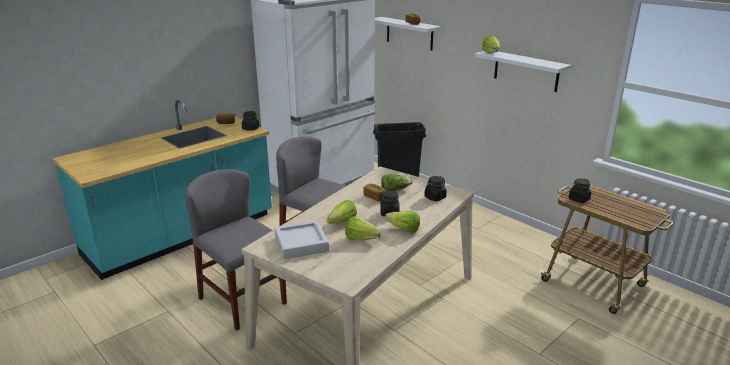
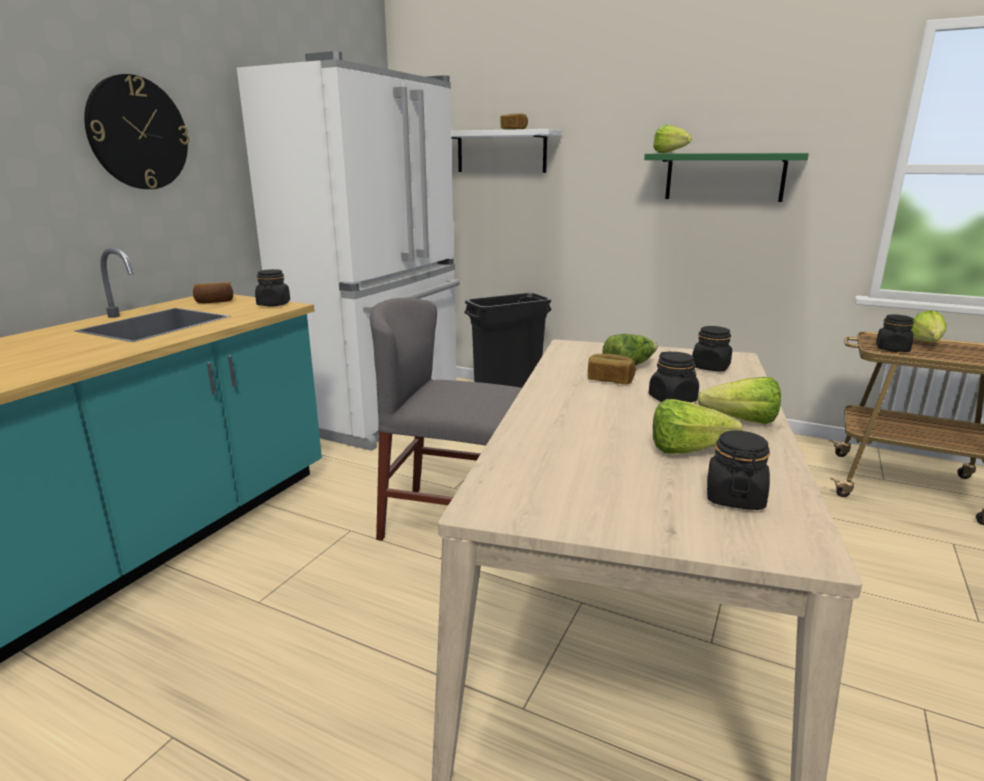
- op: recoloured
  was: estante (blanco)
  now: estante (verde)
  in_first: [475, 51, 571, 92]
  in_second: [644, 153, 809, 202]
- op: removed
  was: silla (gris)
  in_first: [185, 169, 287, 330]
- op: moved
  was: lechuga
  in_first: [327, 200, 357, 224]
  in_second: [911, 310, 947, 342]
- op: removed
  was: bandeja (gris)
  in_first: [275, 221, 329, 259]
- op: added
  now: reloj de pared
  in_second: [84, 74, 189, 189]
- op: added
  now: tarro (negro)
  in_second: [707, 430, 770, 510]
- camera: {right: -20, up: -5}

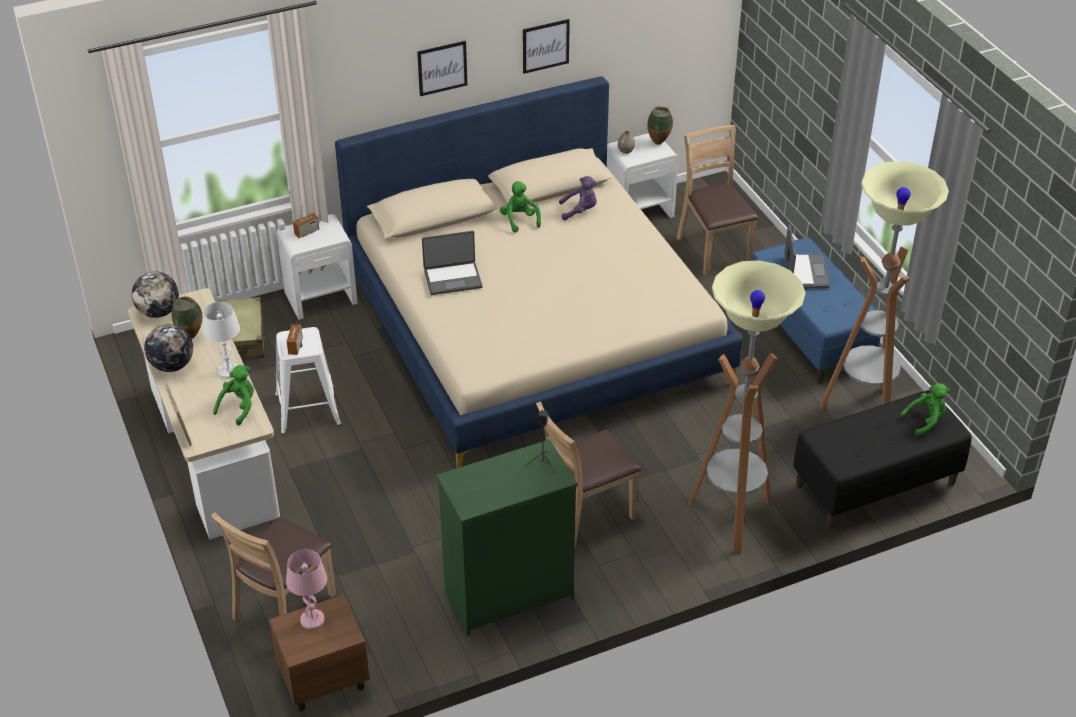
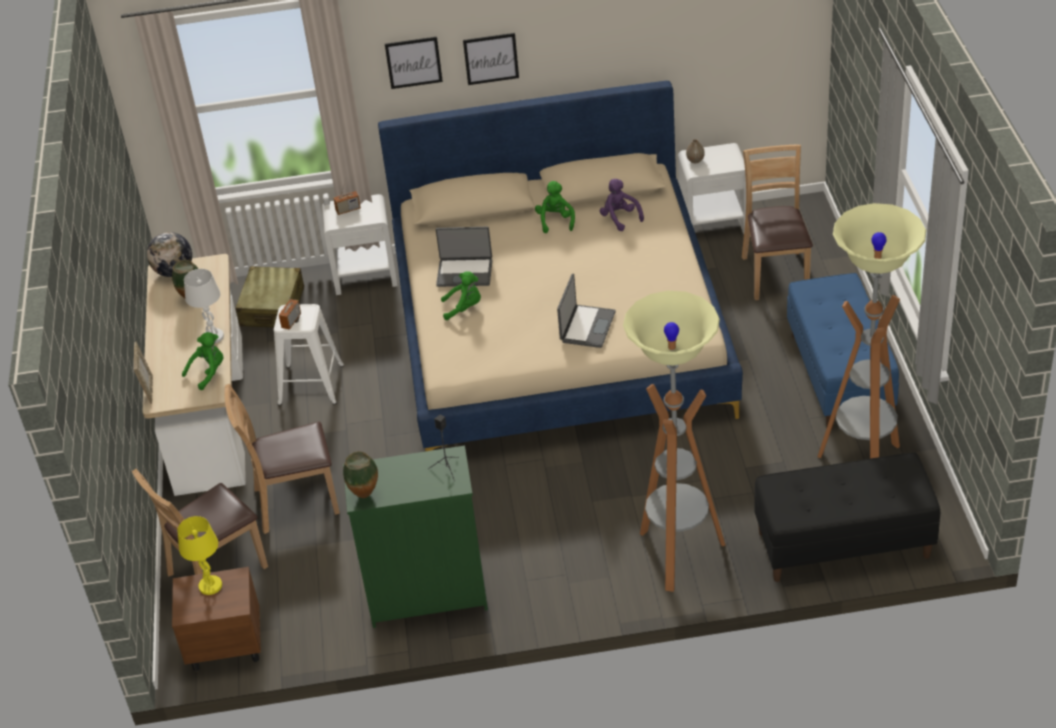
- op: moved
  was: cuadro
  in_first: [523, 19, 570, 74]
  in_second: [385, 37, 443, 89]
- op: moved
  was: florero
  in_first: [647, 106, 673, 145]
  in_second: [343, 451, 378, 498]
- op: turned
  was: peluche (morado)
  in_first: [559, 176, 597, 220]
  in_second: [600, 179, 644, 231]
  clockwise: -135
- op: moved
  was: portátil
  in_first: [784, 224, 830, 288]
  in_second: [557, 274, 616, 348]
- op: removed
  was: globo terráqueo
  in_first: [144, 324, 193, 372]
- op: moved
  was: peluche (verde)
  in_first: [900, 383, 950, 436]
  in_second: [441, 271, 481, 320]
- op: moved
  was: silla (marrón)
  in_first: [536, 401, 641, 547]
  in_second: [224, 384, 340, 534]
- op: recoloured
  was: lámpara de mesa (rosa)
  now: lámpara de mesa (amarillo)
  in_first: [286, 549, 327, 630]
  in_second: [177, 516, 222, 595]
- camera: {right: 20, up: 0}

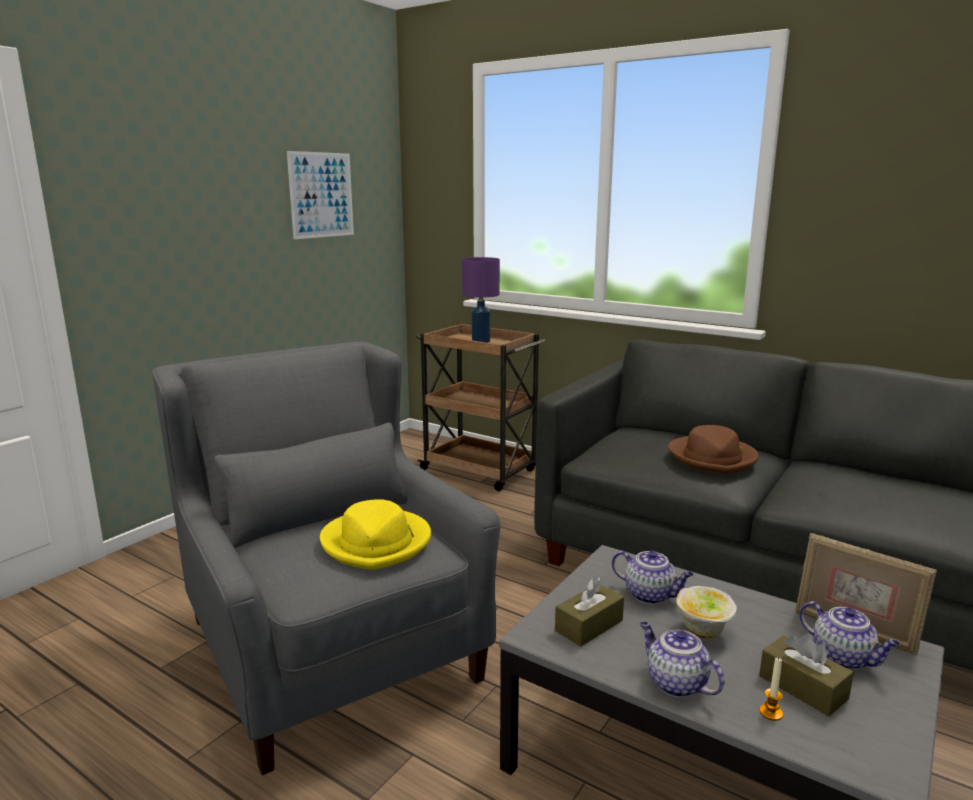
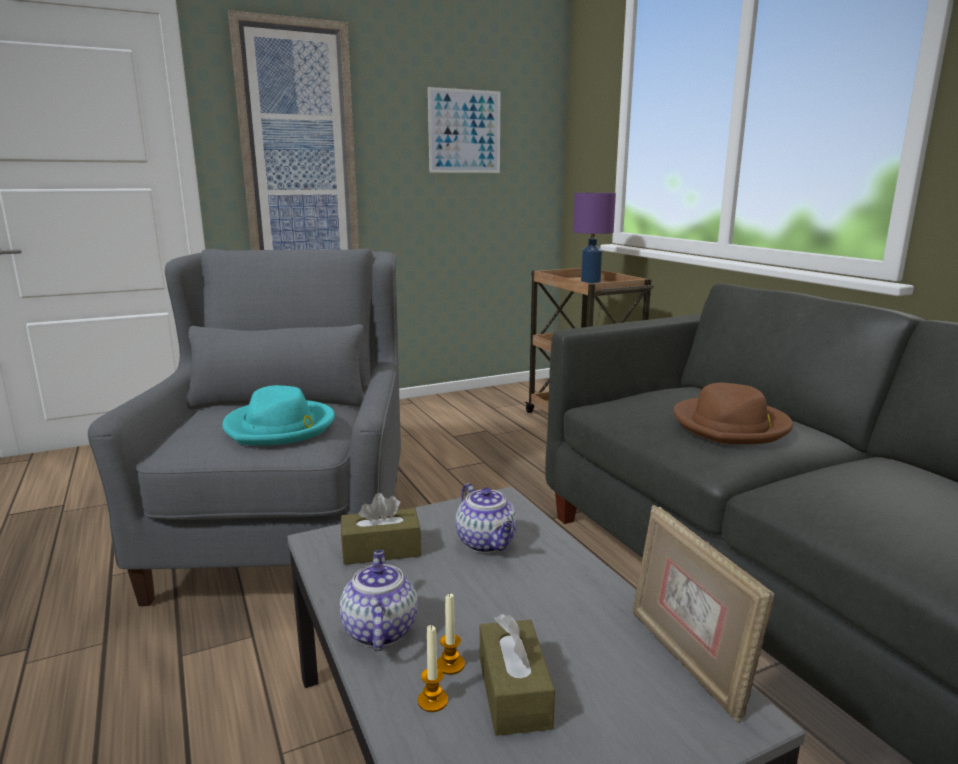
- op: recoloured
  was: sombrero (amarillo)
  now: sombrero (turquesa)
  in_first: [320, 499, 431, 570]
  in_second: [222, 385, 335, 445]
- op: removed
  was: cuenco
  in_first: [676, 586, 737, 638]
- op: removed
  was: tetera
  in_first: [799, 601, 900, 669]
- op: added
  now: cuadro
  in_second: [228, 10, 359, 250]
- op: added
  now: vela
  in_second: [437, 593, 465, 675]
- camera: {right: 30, up: 0}

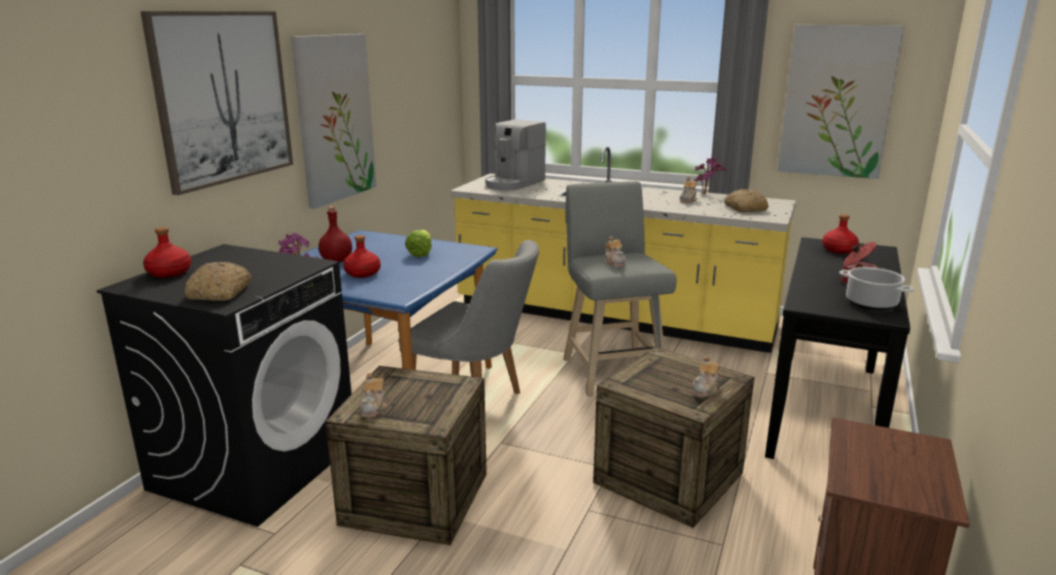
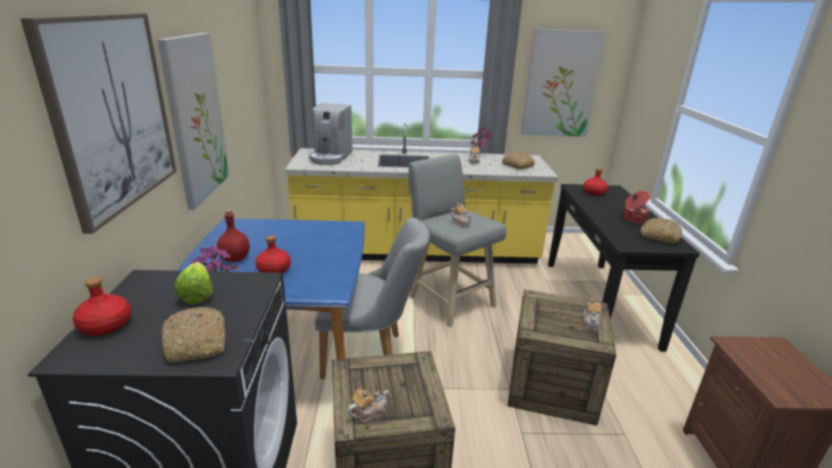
- op: moved
  was: lechuga
  in_first: [405, 230, 432, 257]
  in_second: [174, 262, 213, 304]
- op: replaced
  was: olla
  now: pan
  in_first: [839, 267, 914, 310]
  in_second: [640, 218, 682, 243]
- op: turned
  was: tetera
  in_first: [360, 373, 387, 418]
  in_second: [347, 389, 389, 423]
  clockwise: -105
- camera: {right: -25, up: 5}

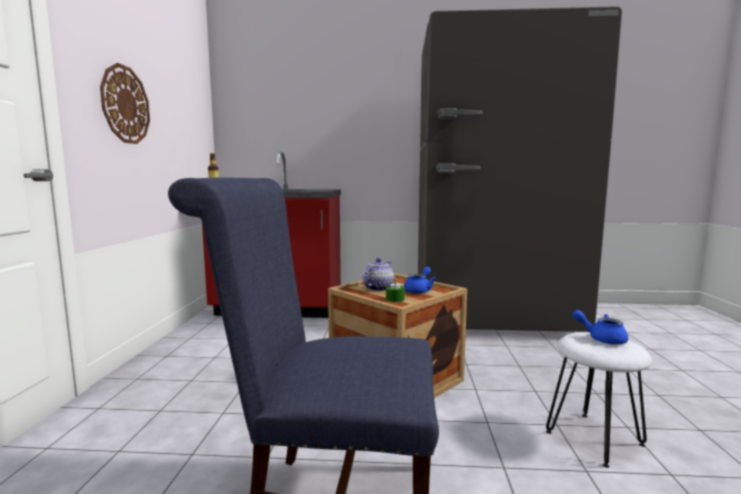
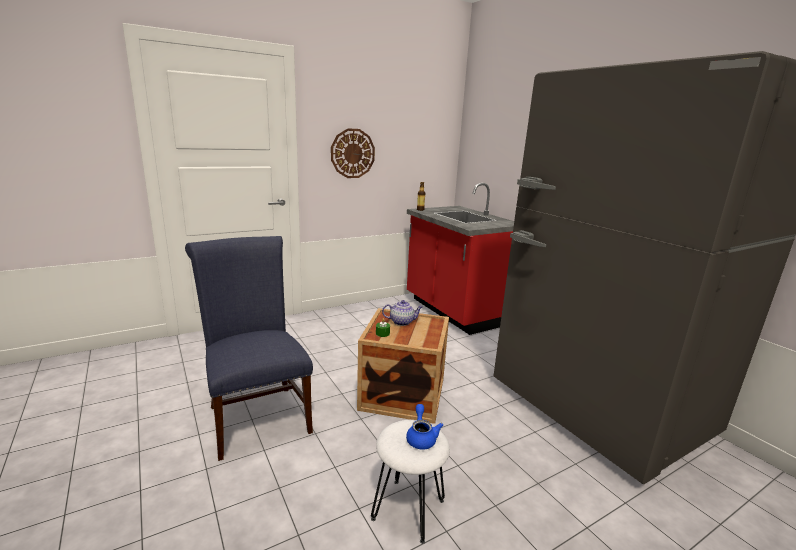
- op: removed
  was: tetera (azul)
  in_first: [404, 267, 436, 294]
- camera: {right: 55, up: 10}

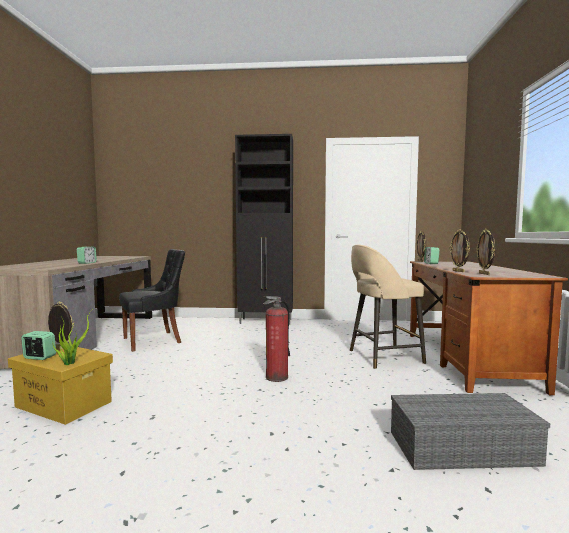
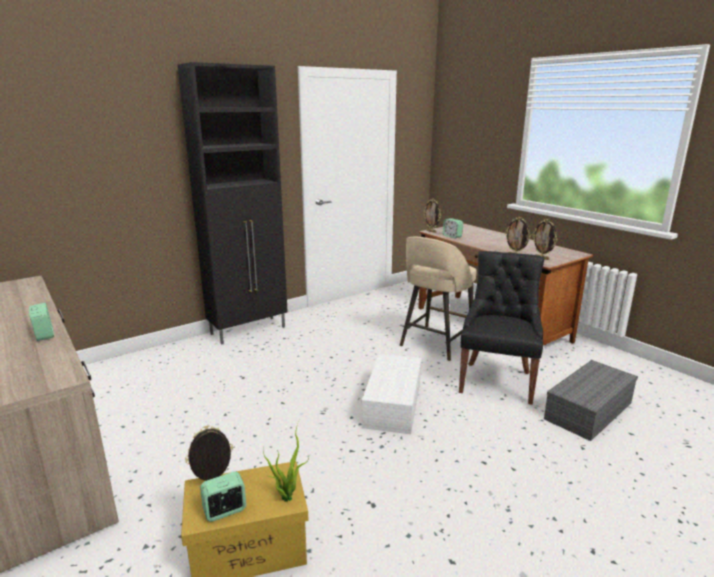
- op: moved
  was: silla (negro)
  in_first: [119, 249, 185, 352]
  in_second: [459, 251, 545, 405]
- op: replaced
  was: extintor
  now: caja de almacenaje (blanco)
  in_first: [263, 296, 290, 382]
  in_second: [362, 354, 422, 434]
- camera: {right: -40, up: 15}

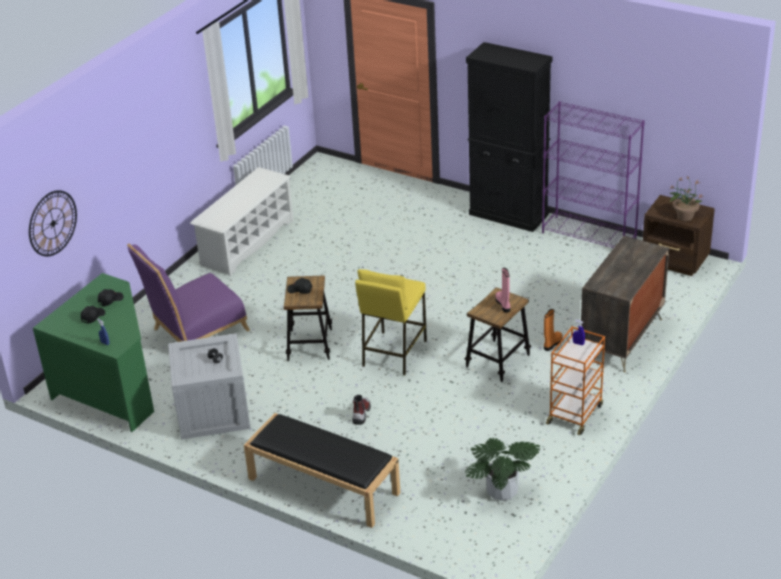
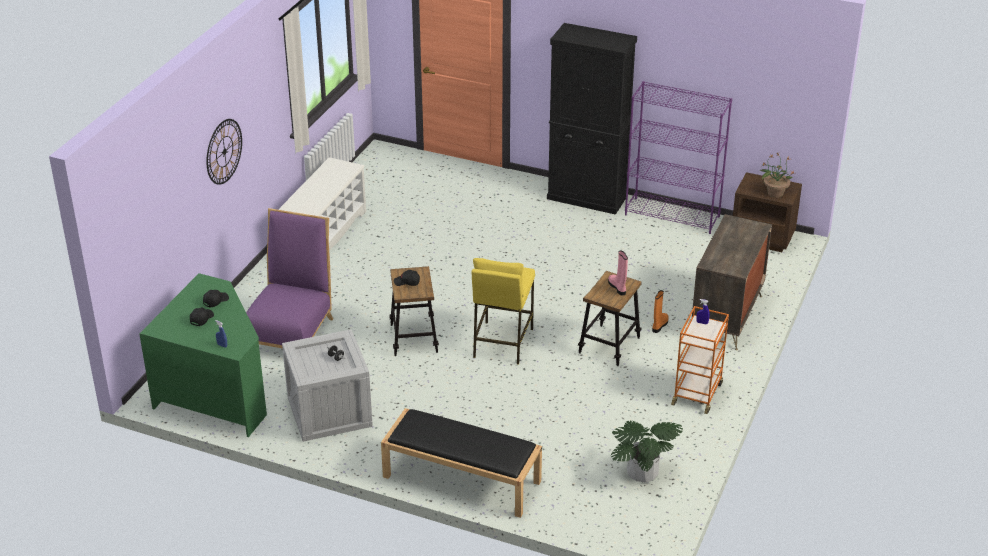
- op: moved
  was: reloj de pared
  in_first: [29, 190, 77, 256]
  in_second: [206, 119, 242, 185]
- op: turned
  was: silla (morado)
  in_first: [127, 244, 250, 342]
  in_second: [246, 208, 333, 349]
  clockwise: 150
- op: removed
  was: bota
  in_first: [352, 395, 371, 425]
- camera: {right: -10, up: 0}

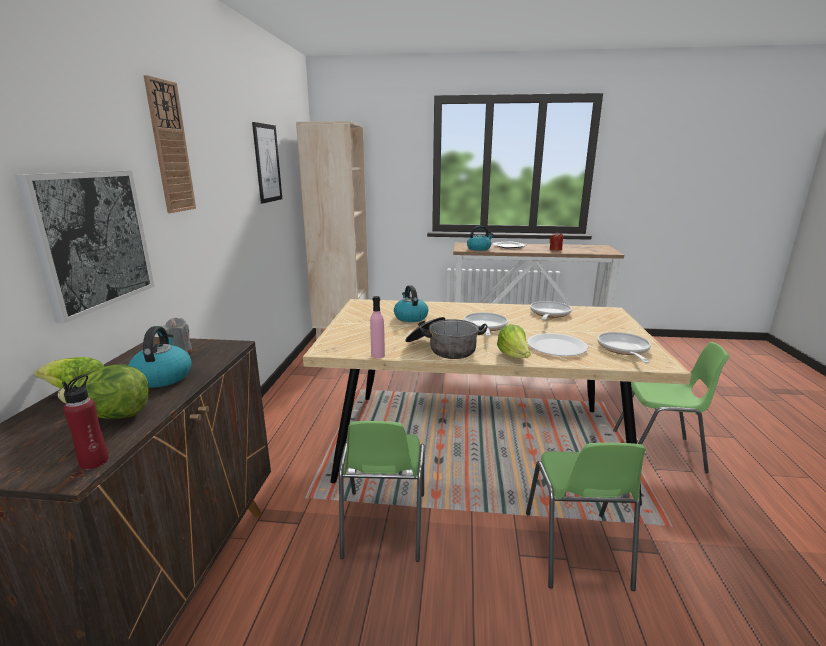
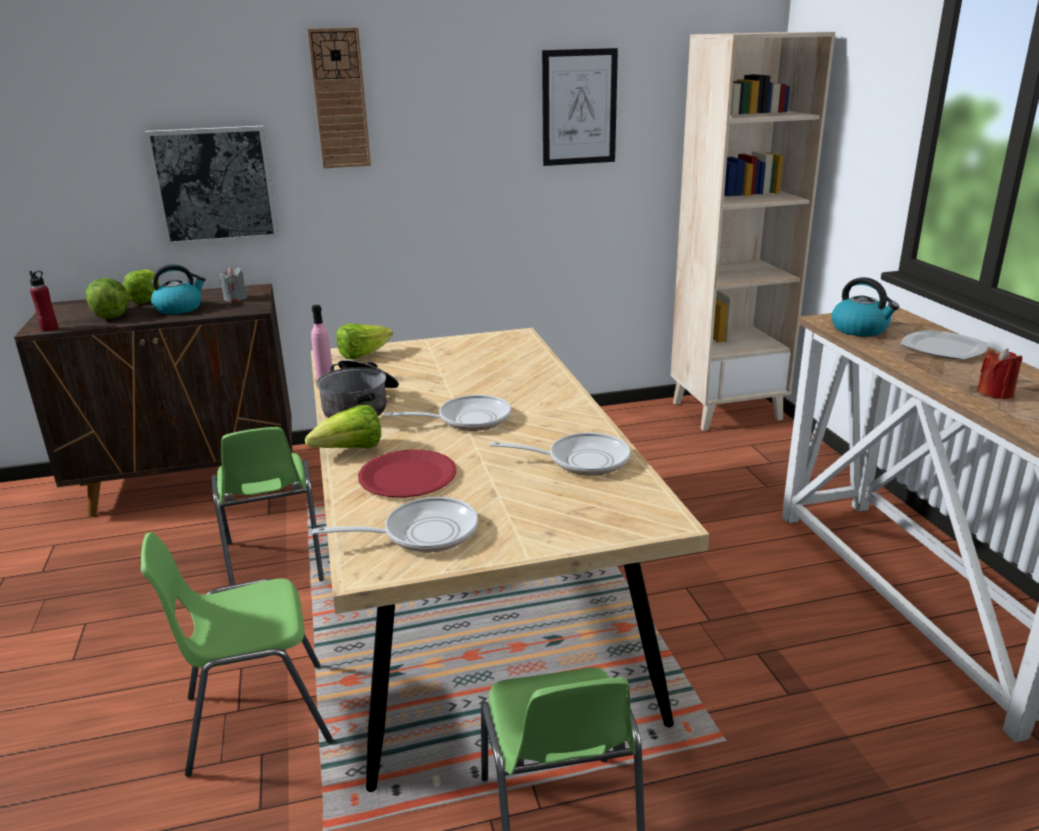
- op: removed
  was: hervidor
  in_first: [394, 285, 428, 322]
- op: recoloured
  was: plato (blanco)
  now: plato (rojo)
  in_first: [527, 333, 588, 356]
  in_second: [358, 450, 457, 498]
- op: turned
  was: silla (verde)
  in_first: [339, 421, 424, 562]
  in_second: [211, 427, 324, 585]
  clockwise: -90
- op: added
  now: lechuga
  in_second: [336, 324, 393, 359]
- camera: {right: 70, up: 5}

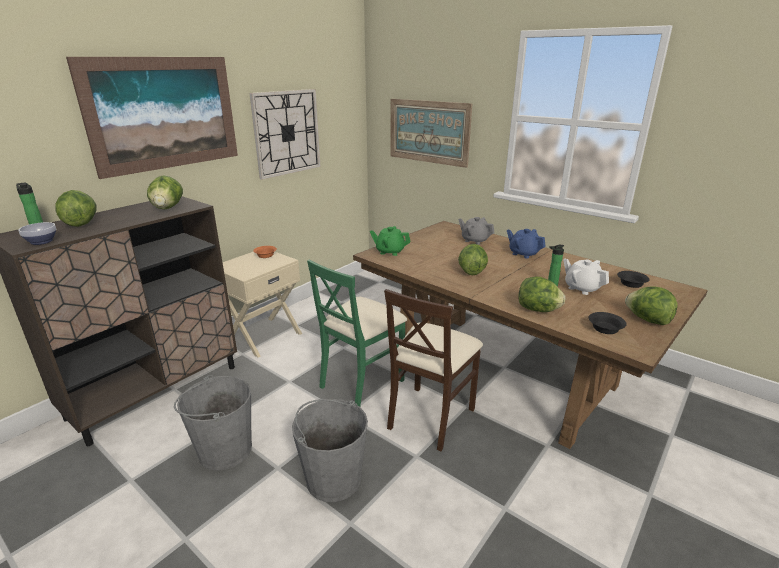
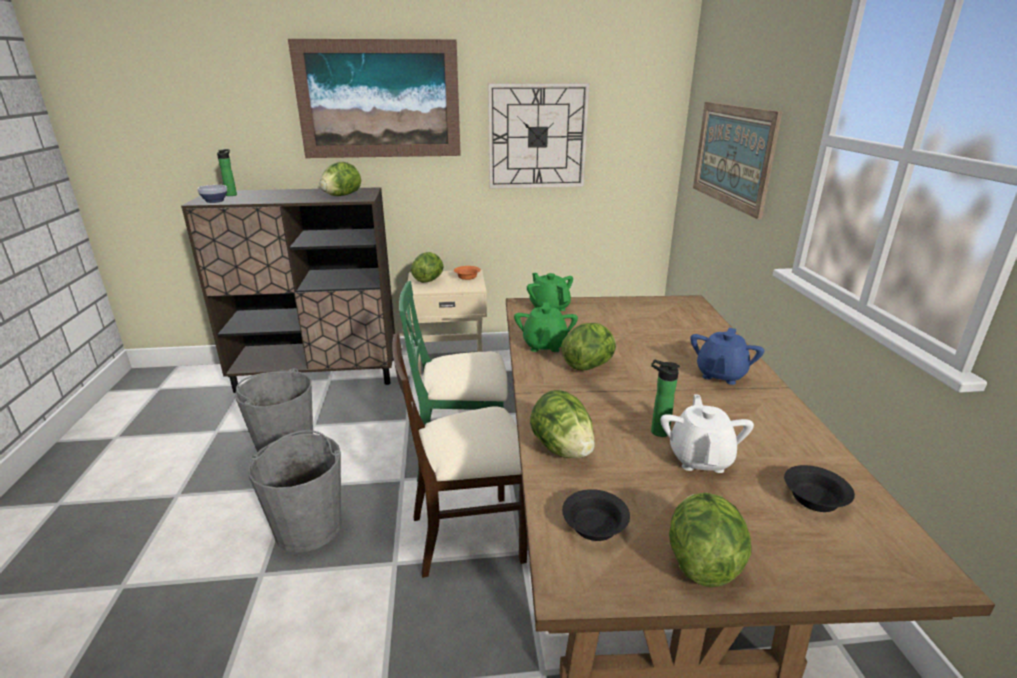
- op: moved
  was: lechuga
  in_first: [55, 190, 96, 227]
  in_second: [411, 252, 444, 283]
- op: removed
  was: tetera (gris)
  in_first: [458, 217, 495, 245]
- op: turned
  was: tetera (azul)
  in_first: [507, 229, 546, 259]
  in_second: [690, 328, 764, 385]
  clockwise: -150
- op: added
  now: tetera (verde)
  in_second: [514, 302, 578, 352]
- camera: {right: 45, up: 0}

